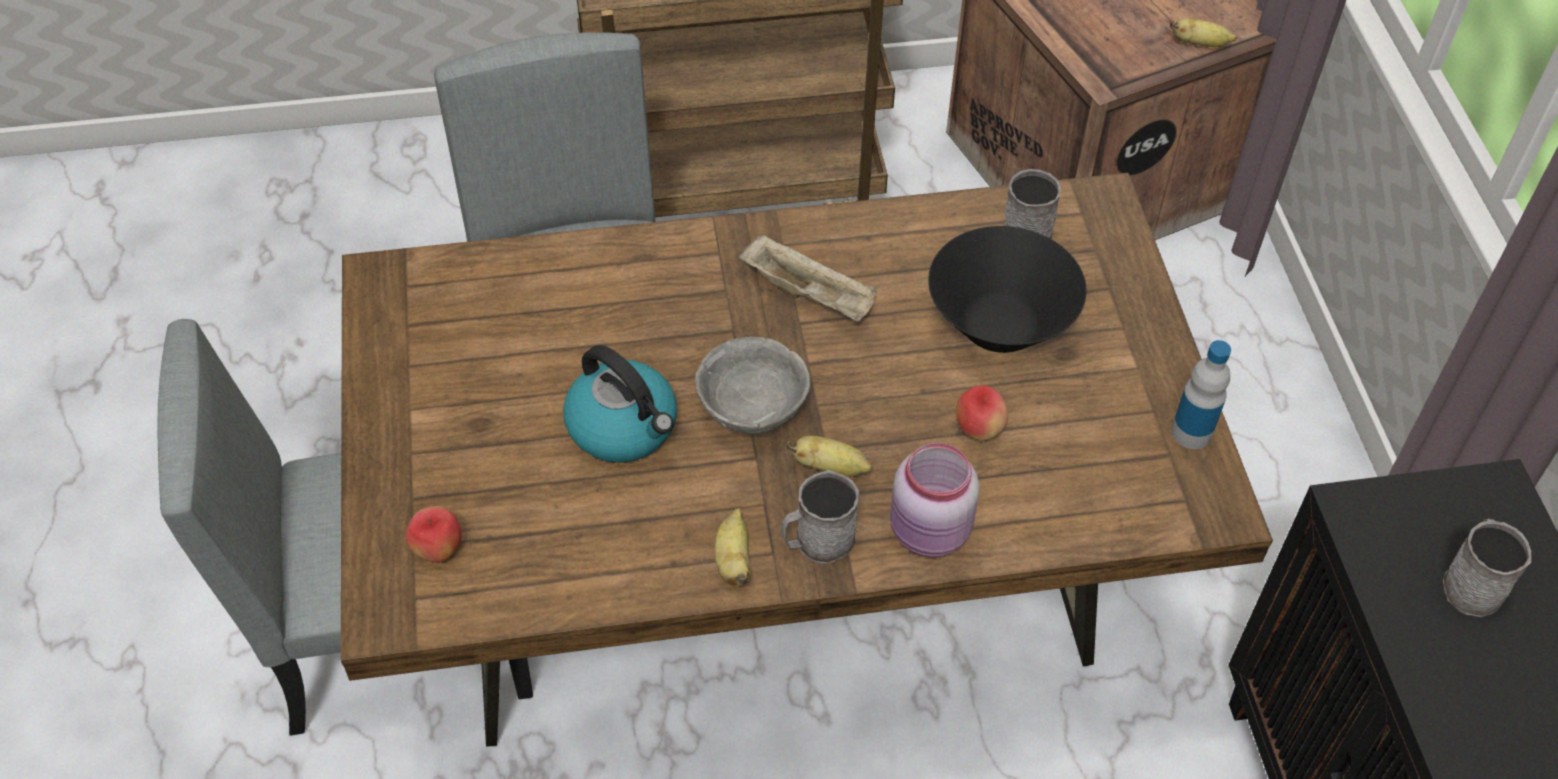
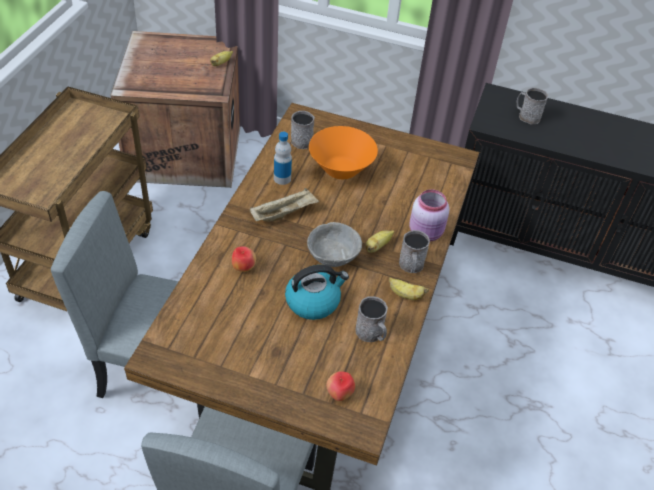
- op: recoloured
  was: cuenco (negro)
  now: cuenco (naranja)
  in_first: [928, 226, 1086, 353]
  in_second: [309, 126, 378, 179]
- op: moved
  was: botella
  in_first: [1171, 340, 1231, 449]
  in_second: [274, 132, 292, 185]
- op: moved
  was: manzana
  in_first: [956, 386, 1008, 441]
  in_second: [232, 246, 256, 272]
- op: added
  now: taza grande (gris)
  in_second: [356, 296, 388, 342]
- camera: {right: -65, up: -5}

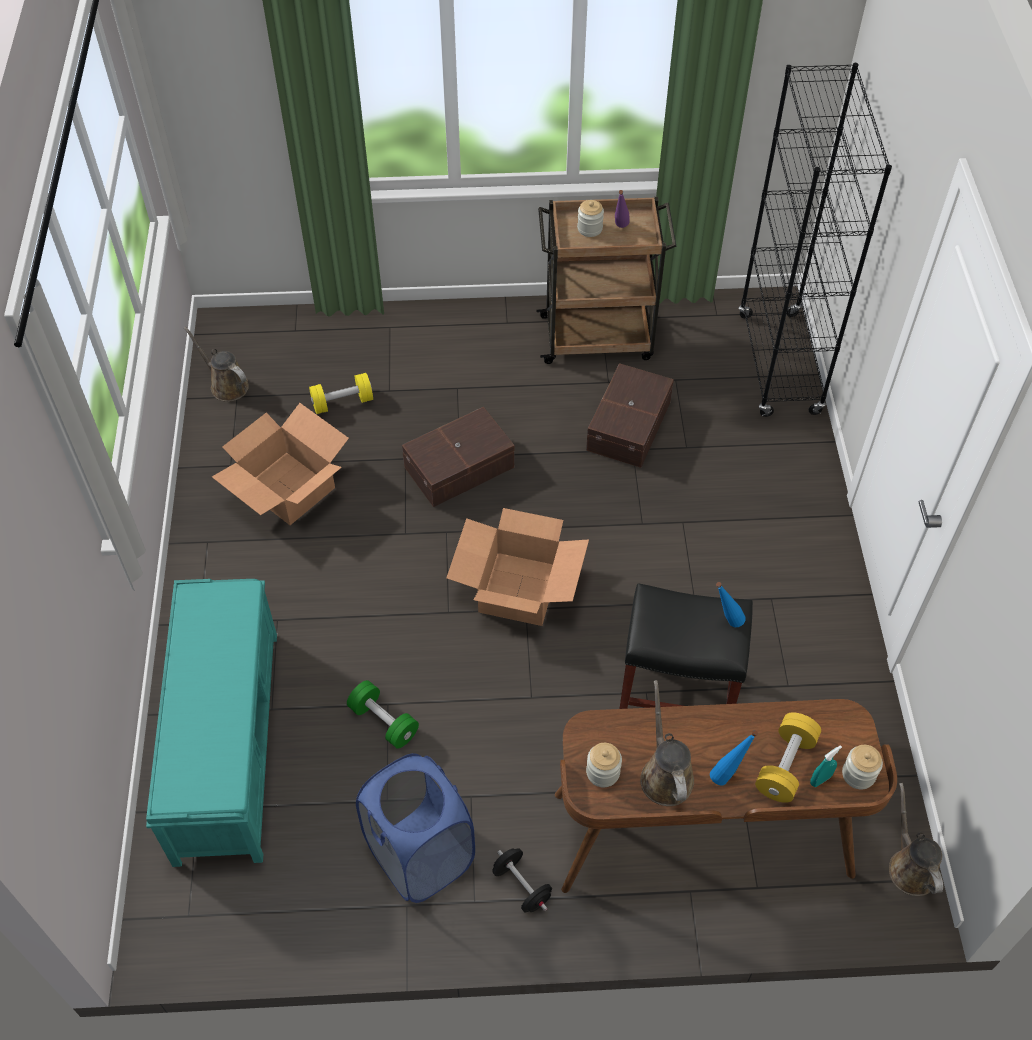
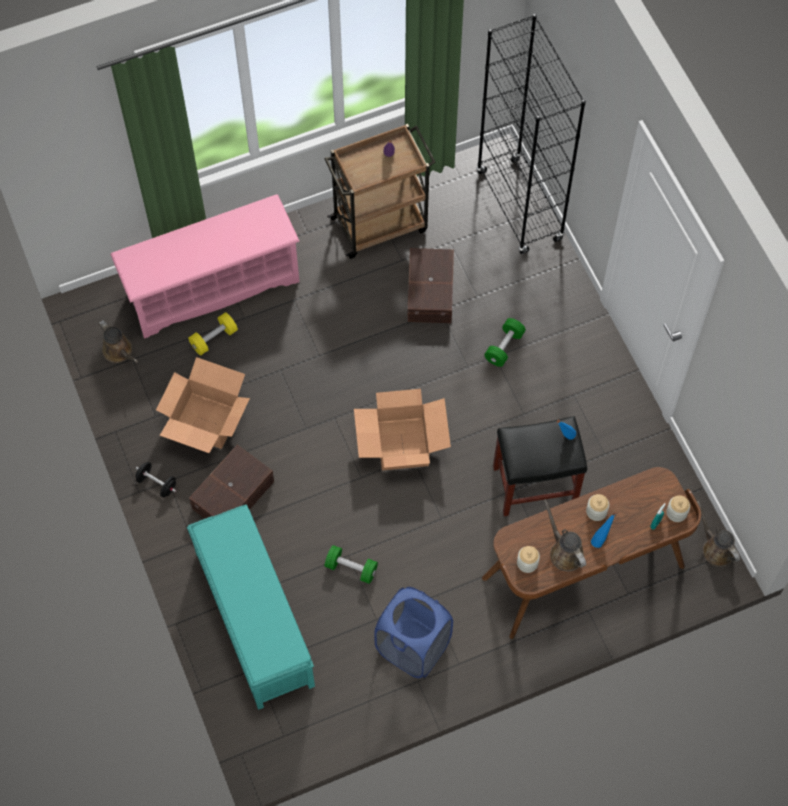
- op: moved
  was: tarro
  in_first: [577, 200, 604, 237]
  in_second: [586, 494, 609, 521]
- op: turned
  was: regadera (marrón)
  in_first: [184, 326, 249, 402]
  in_second: [99, 320, 138, 363]
  clockwise: -150
- op: moved
  was: caja de almacenaje (marrón)
  in_first: [402, 407, 515, 507]
  in_second: [189, 445, 274, 519]
- op: removed
  was: mancuerna (amarillo)
  in_first: [755, 713, 821, 803]
- op: moved
  was: mancuerna (negro)
  in_first: [492, 848, 552, 912]
  in_second: [135, 462, 176, 497]
- op: added
  now: zapatero (rosa)
  in_second: [110, 194, 300, 339]
- op: added
  now: mancuerna (verde)
  in_second: [484, 318, 526, 367]
- camera: {right: -20, up: 10}

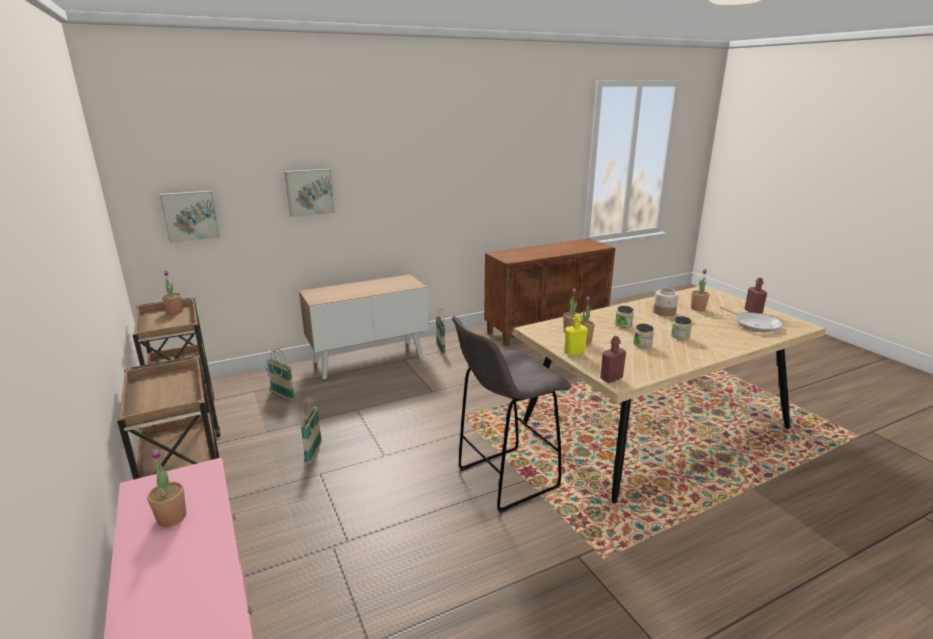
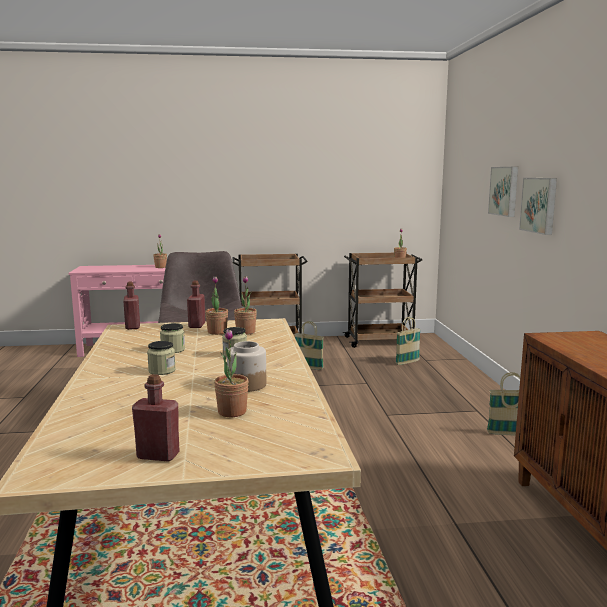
- op: moved
  was: cuadro
  in_first: [159, 190, 220, 243]
  in_second: [519, 178, 557, 235]
- op: removed
  was: armario
  in_first: [299, 274, 429, 379]
- op: removed
  was: sartén
  in_first: [720, 307, 782, 332]
- op: recoloured
  was: botella (amarillo)
  now: botella (rojo)
  in_first: [564, 314, 588, 356]
  in_second: [187, 281, 205, 328]
- camera: {right: 110, up: -10}

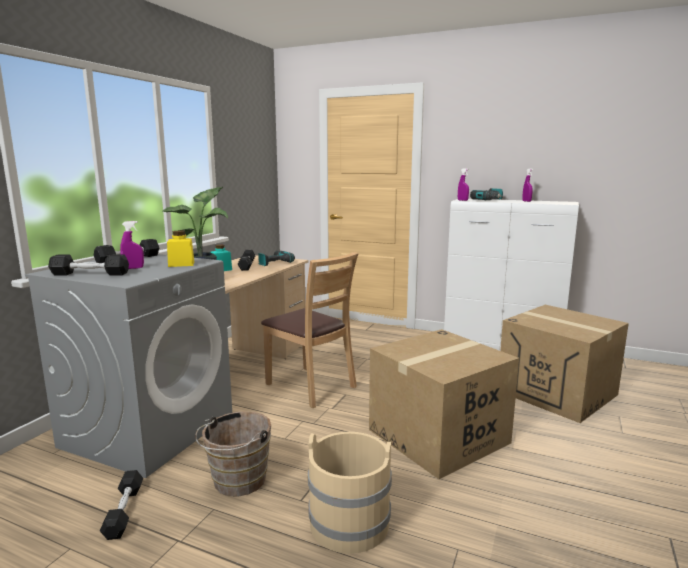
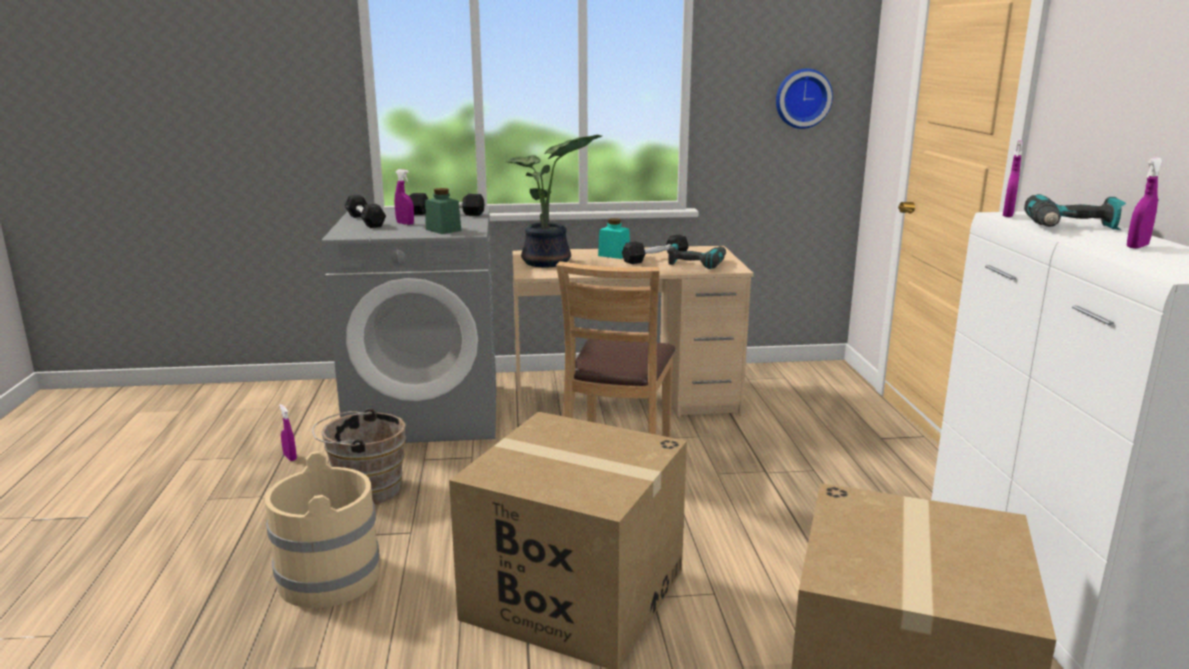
- op: recoloured
  was: tarro (amarillo)
  now: tarro (verde)
  in_first: [167, 230, 194, 267]
  in_second: [425, 188, 461, 234]
- op: replaced
  was: mancuerna (negro)
  now: pulverizador (morado)
  in_first: [100, 470, 143, 540]
  in_second: [279, 404, 297, 461]
- op: added
  now: reloj de pared
  in_second: [776, 69, 833, 129]
- camera: {right: 60, up: 5}

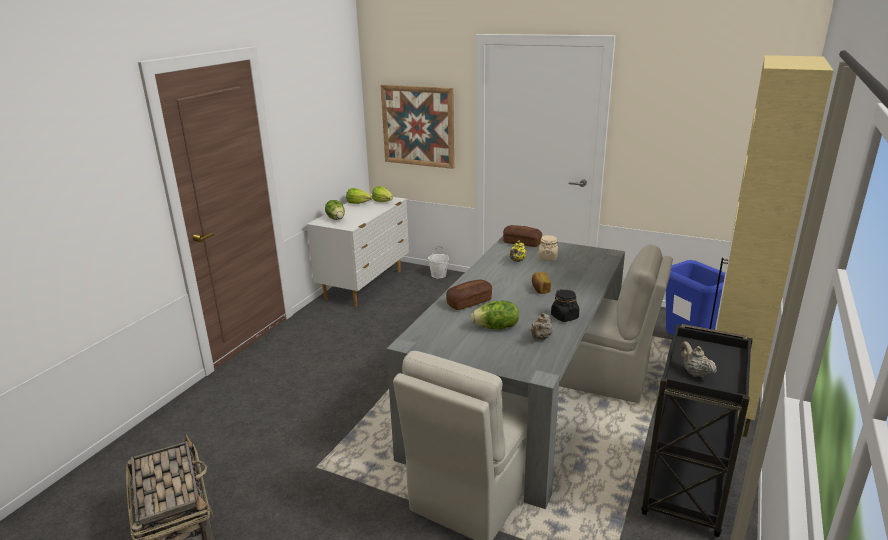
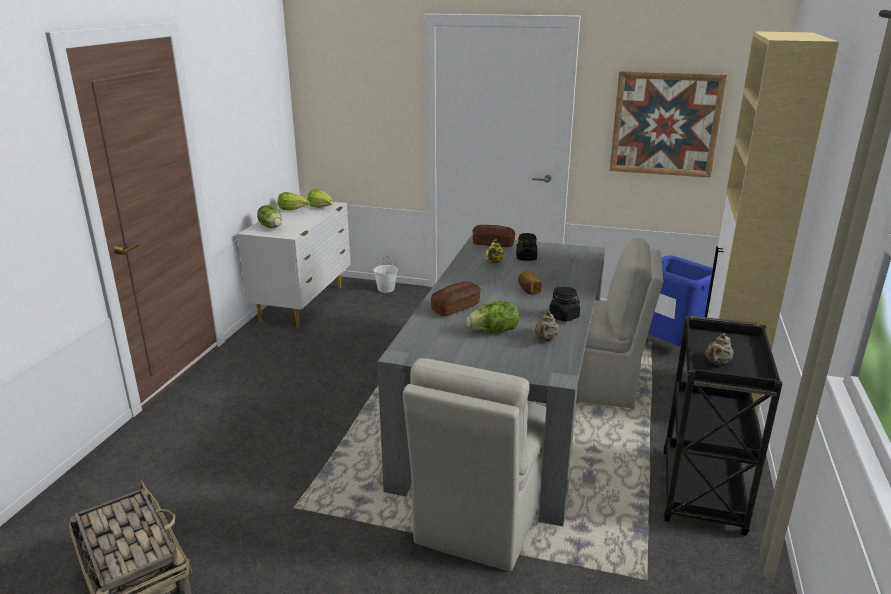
- op: moved
  was: cuadro
  in_first: [381, 85, 454, 169]
  in_second: [610, 71, 727, 178]
- op: recoloured
  was: tarro (beis)
  now: tarro (negro)
  in_first: [538, 235, 558, 261]
  in_second: [516, 233, 537, 261]
- op: turned
  was: tetera (beis)
  in_first: [679, 341, 717, 377]
  in_second: [705, 333, 734, 365]
  clockwise: -105
- camera: {right: -10, up: 0}

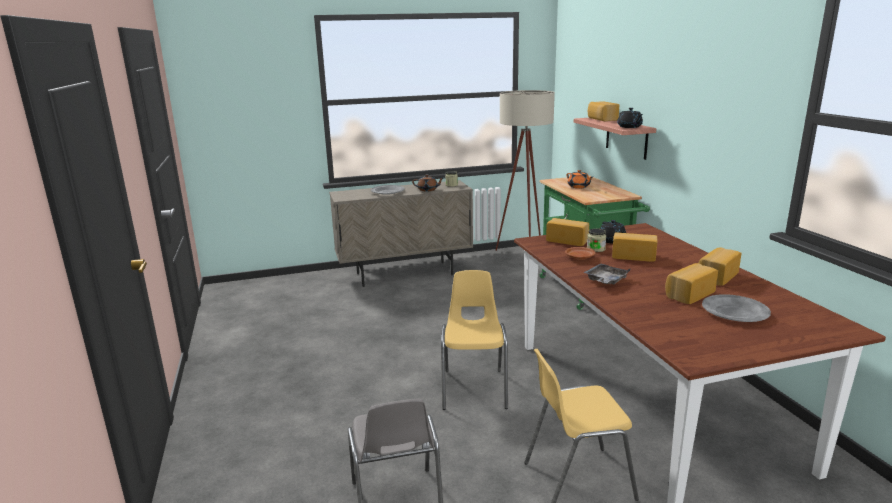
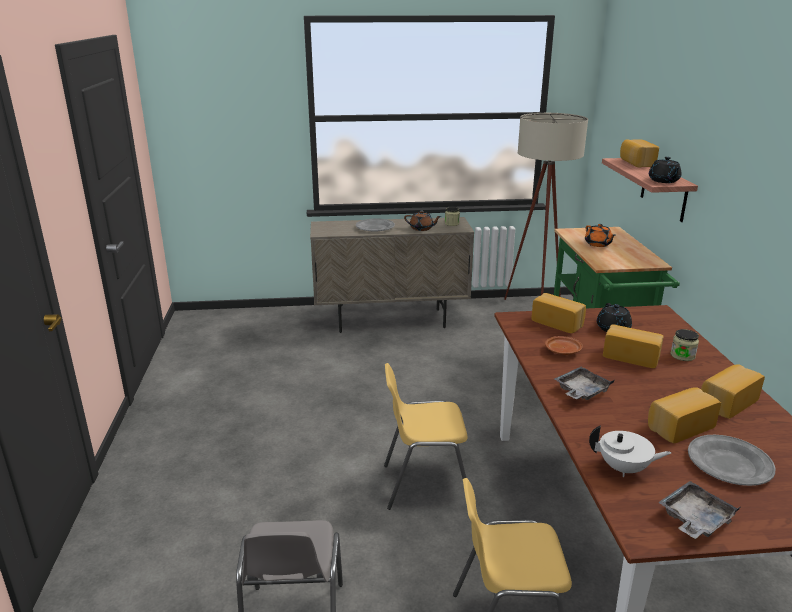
- op: moved
  was: tarro
  in_first: [587, 228, 606, 252]
  in_second: [670, 329, 699, 361]
- op: turned
  was: silla (amarillo)
  in_first: [441, 270, 508, 410]
  in_second: [384, 363, 468, 510]
  clockwise: -105
- op: added
  now: tetera (blanco)
  in_second: [589, 425, 671, 477]
- op: added
  now: bandeja (gris)
  in_second: [658, 481, 740, 539]
- camera: {right: 10, up: 5}

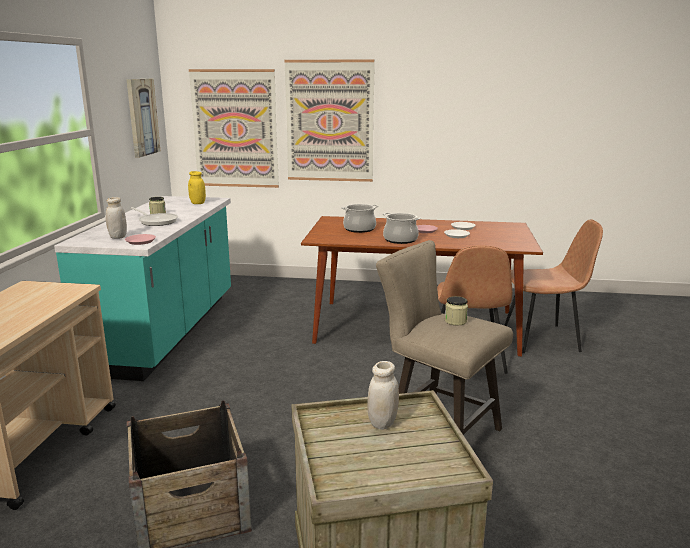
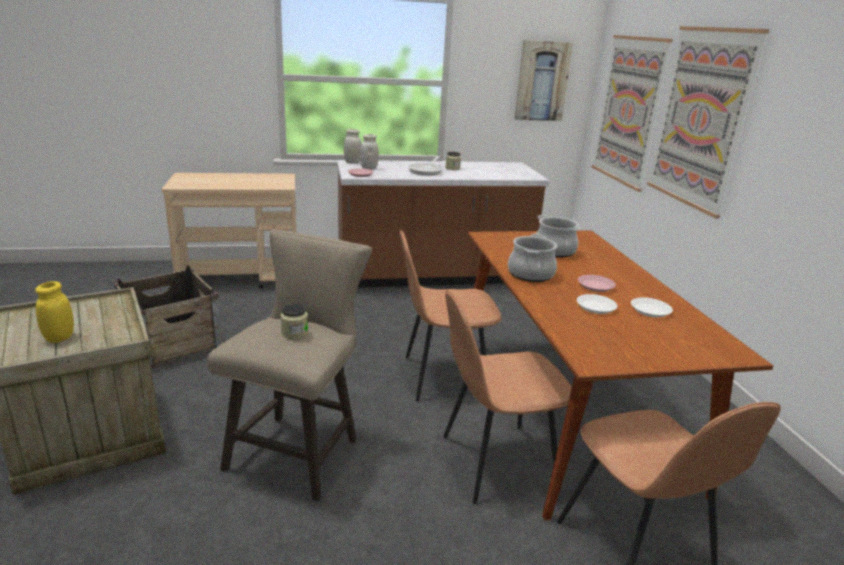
- op: moved
  was: tarro (amarillo)
  in_first: [188, 171, 206, 204]
  in_second: [35, 281, 74, 343]
- op: recoloured
  was: mueble bajo de cocina (turquesa)
  now: mueble bajo de cocina (marrón)
  in_first: [54, 196, 231, 381]
  in_second: [337, 160, 549, 288]
- op: moved
  was: tarro (blanco)
  in_first: [367, 361, 399, 430]
  in_second: [344, 129, 361, 164]
- op: added
  now: silla (marrón)
  in_second: [399, 230, 502, 401]
- camera: {right: 70, up: 5}

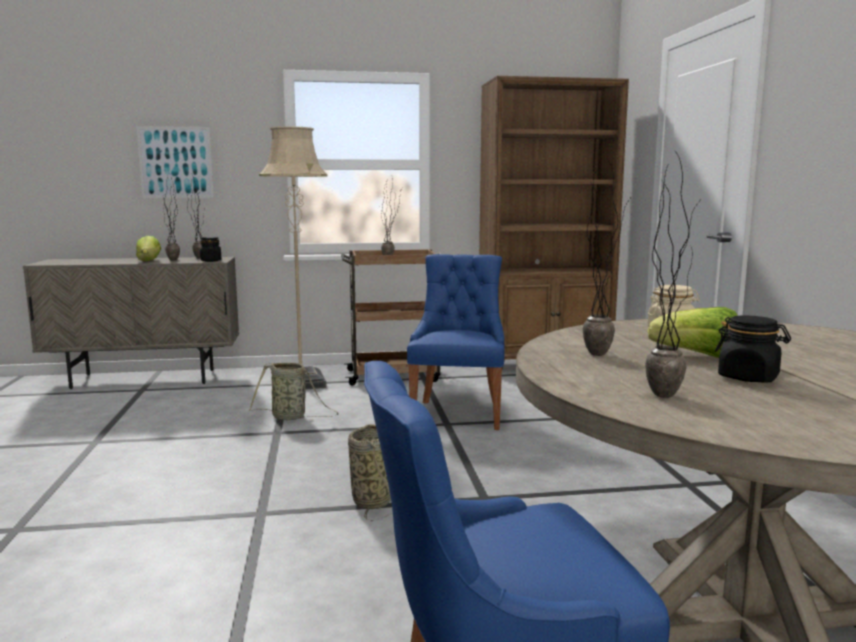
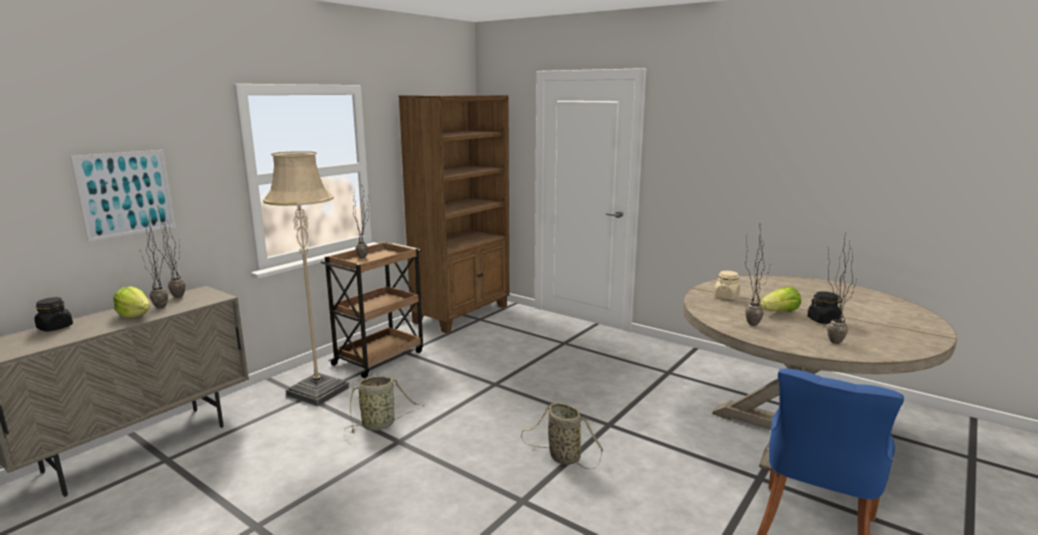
- op: moved
  was: tarro (negro)
  in_first: [200, 237, 221, 262]
  in_second: [34, 297, 73, 332]
- op: removed
  was: silla (azul)
  in_first: [407, 254, 505, 430]
- camera: {right: -45, up: 5}

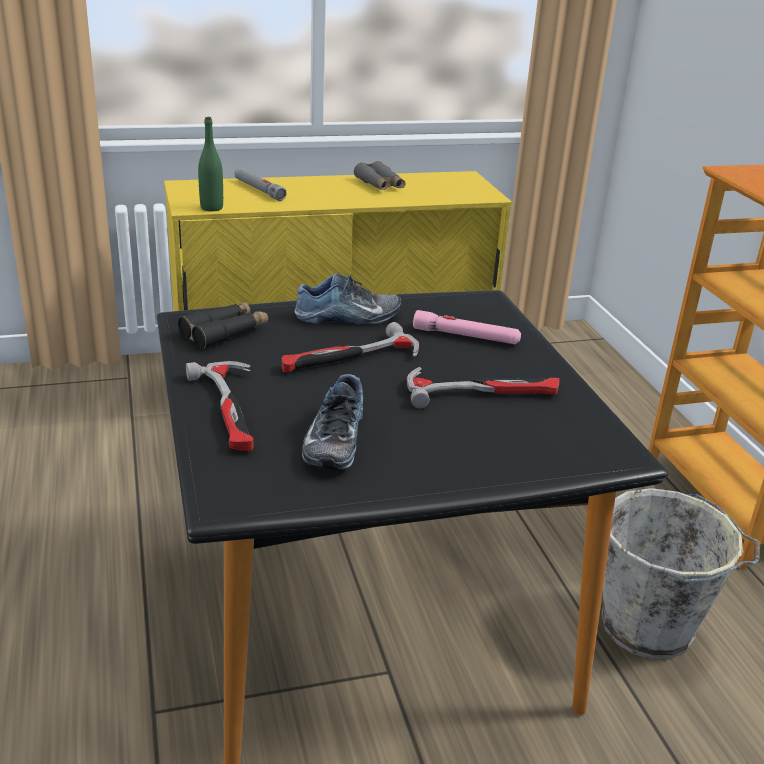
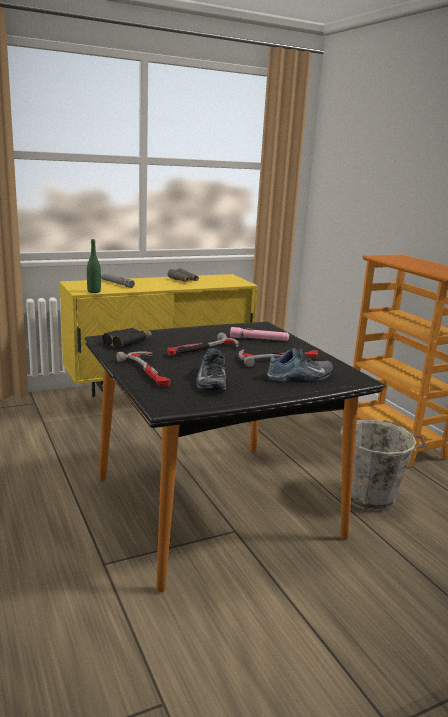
- op: moved
  was: zapato
  in_first: [294, 273, 402, 325]
  in_second: [267, 348, 333, 382]
- camera: {right: -10, up: -10}

